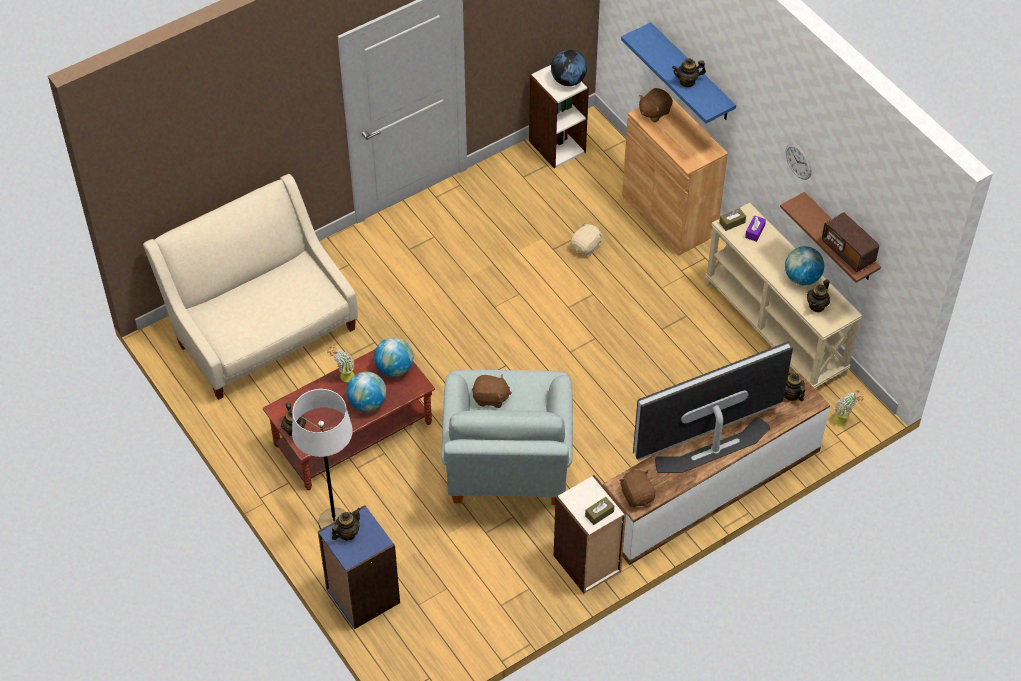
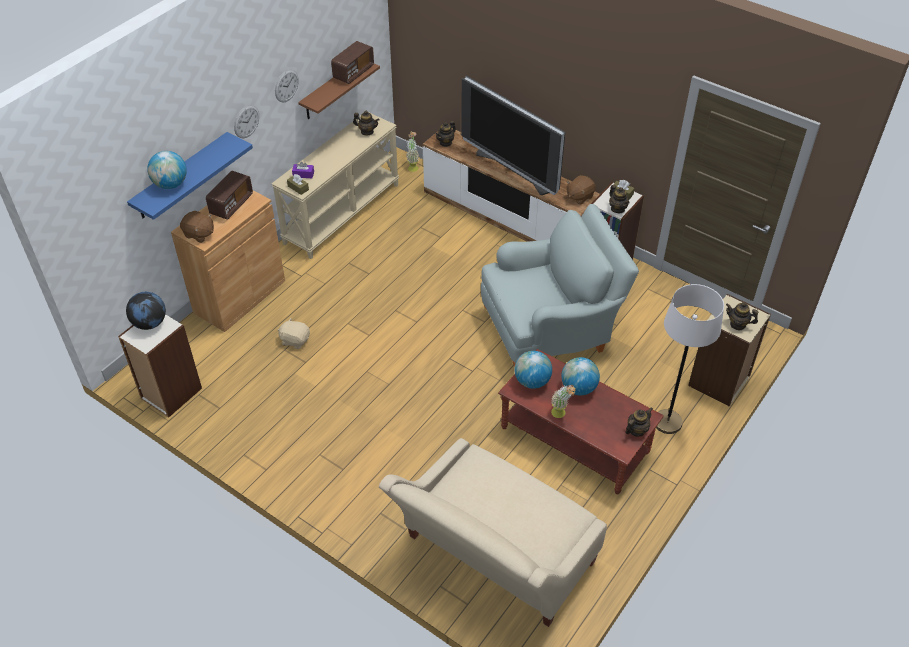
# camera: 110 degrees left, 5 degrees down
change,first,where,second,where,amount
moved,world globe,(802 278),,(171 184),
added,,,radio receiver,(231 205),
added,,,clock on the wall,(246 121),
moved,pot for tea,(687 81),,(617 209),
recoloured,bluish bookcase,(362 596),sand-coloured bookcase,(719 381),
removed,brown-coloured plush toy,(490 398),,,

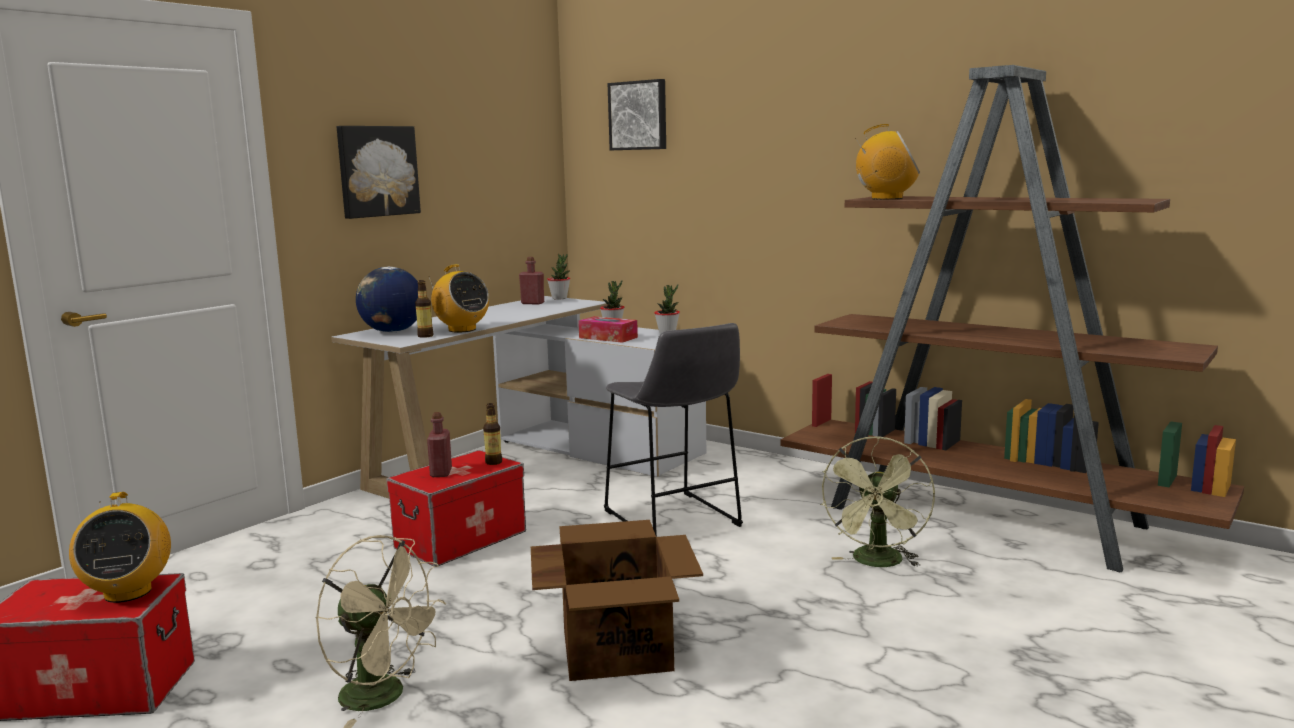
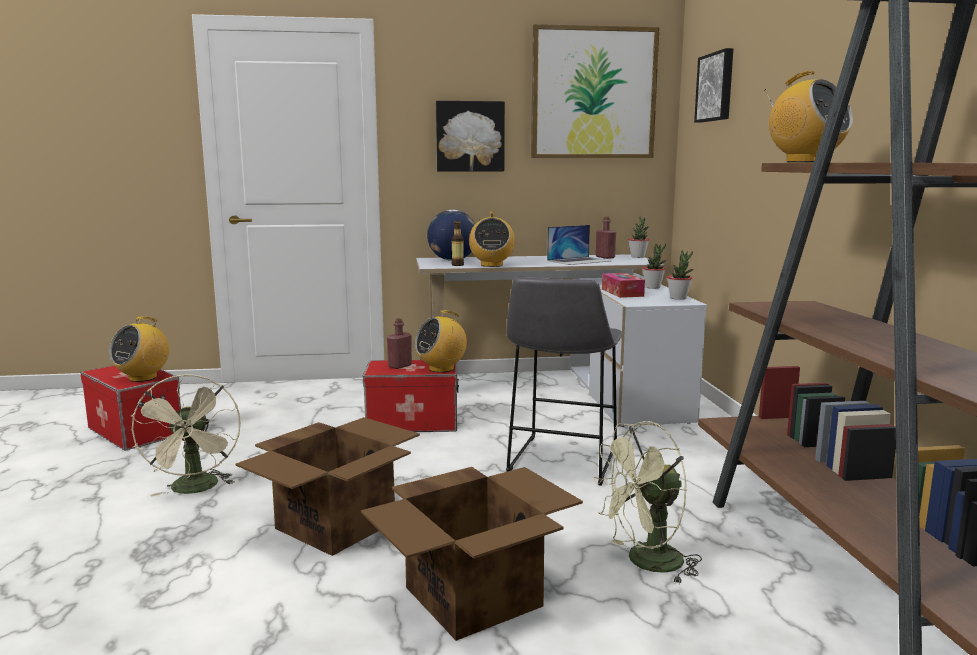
# camera: 45 degrees right, 0 degrees up
change,first,where,second,where,amount
added,,,carton,(475 596),
replaced,drink bottle,(493 462),radio receiver,(441 369),
added,,,wall picture,(593 93),
added,,,laptop,(579 261),

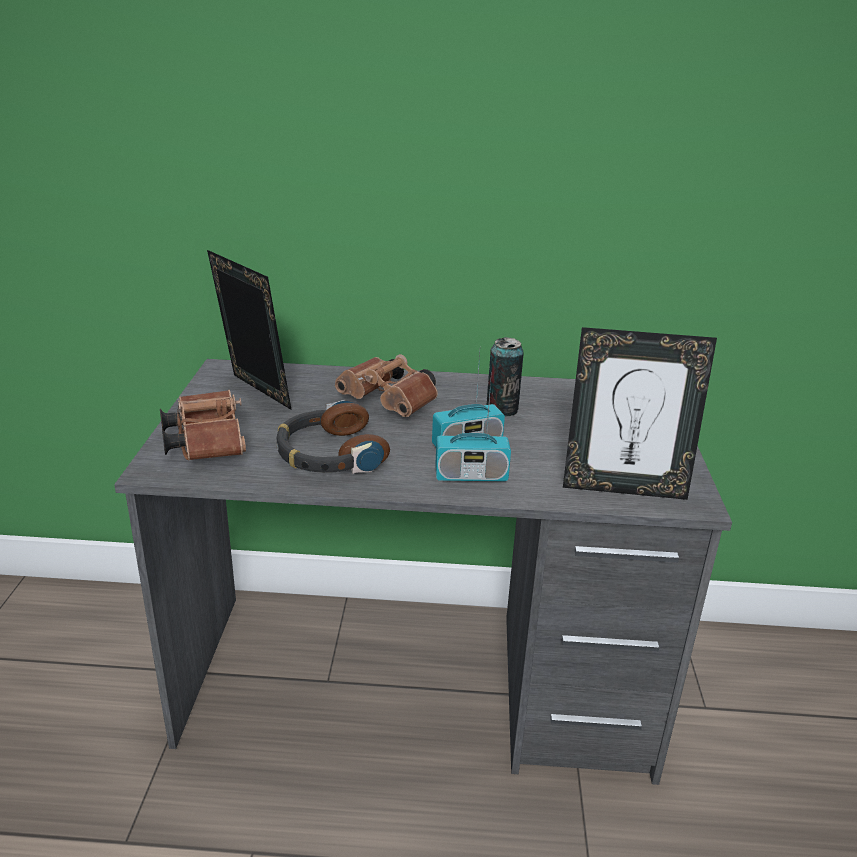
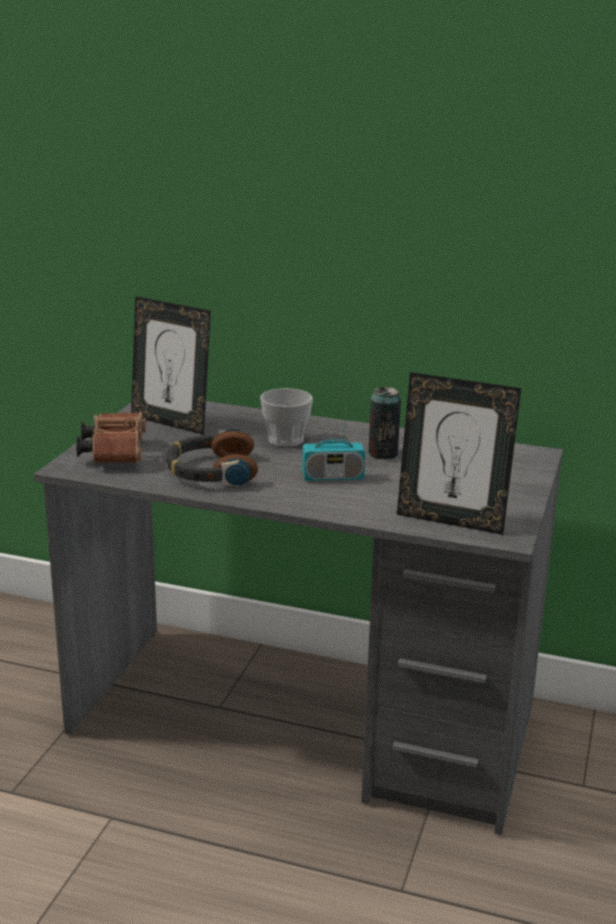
# camera: 15 degrees right, 5 degrees down
change,first,where,second,where,amount
turned,picture frame,(254 394),,(171 423),150 degrees clockwise
replaced,brown-coloured binoculars,(391 403),small cup,(285 440),
removed,radio receiver,(471 475),,,

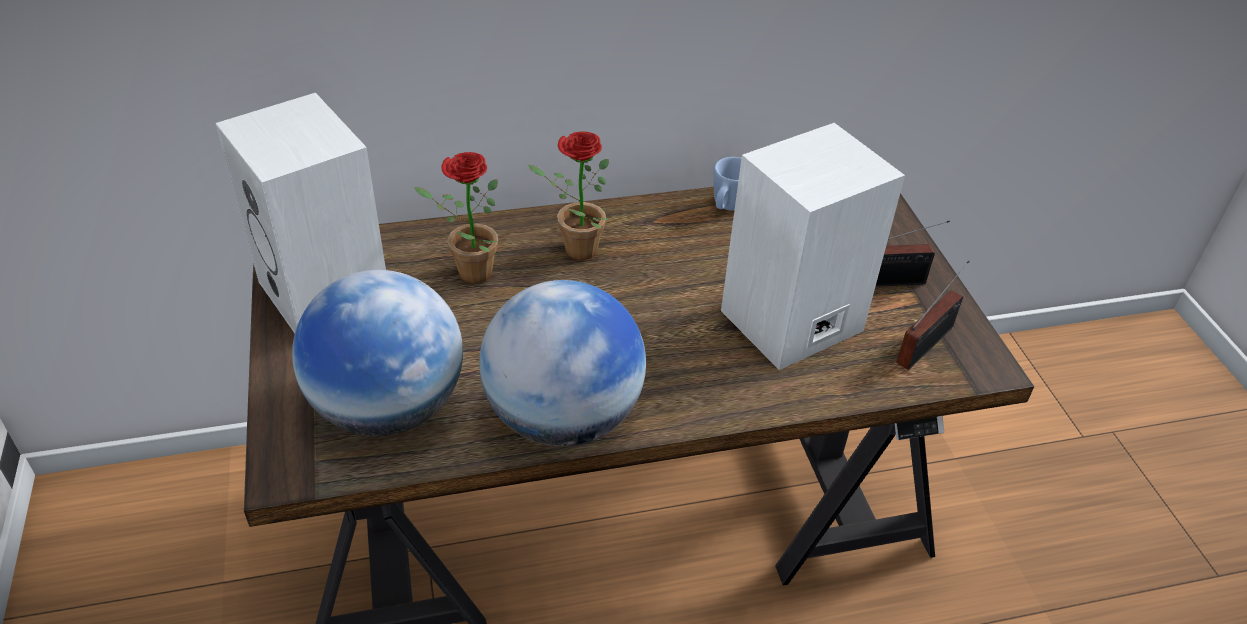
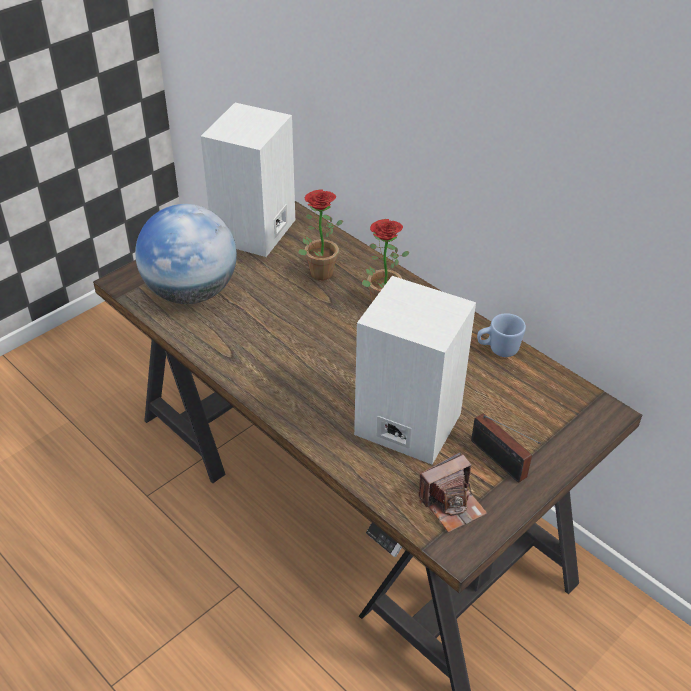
# camera: 60 degrees right, 0 degrees up
change,first,where,second,where,amount
replaced,radio receiver,(928 343),still camera,(452 504),
removed,world globe,(563 418),,,

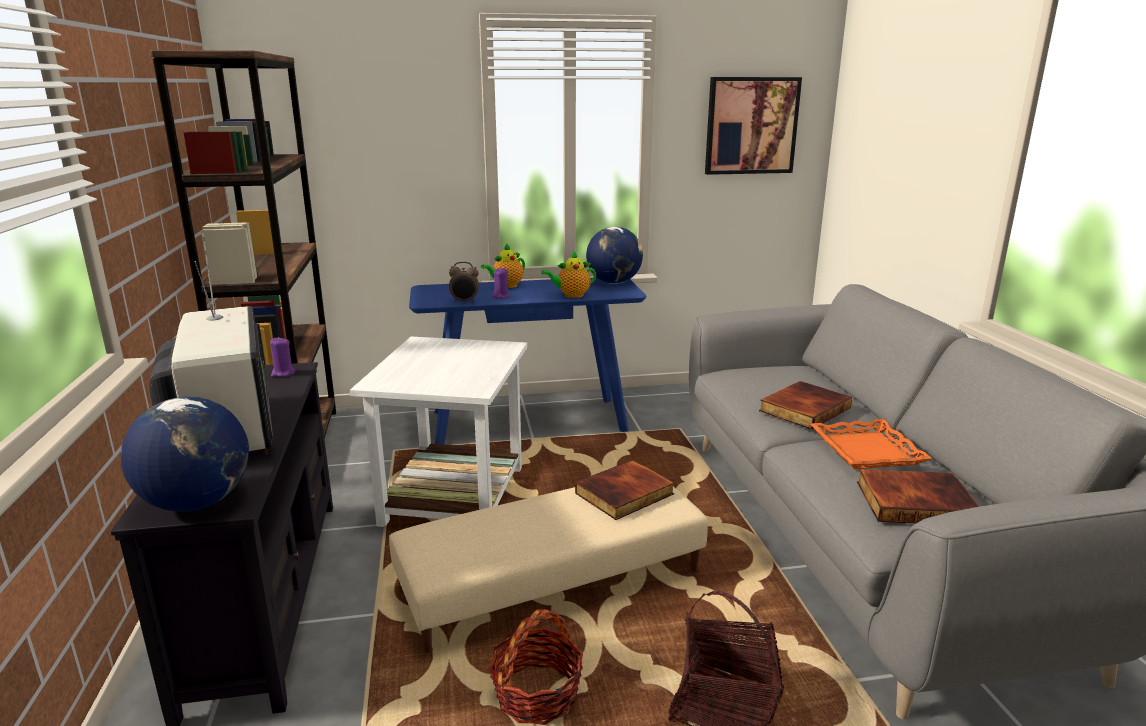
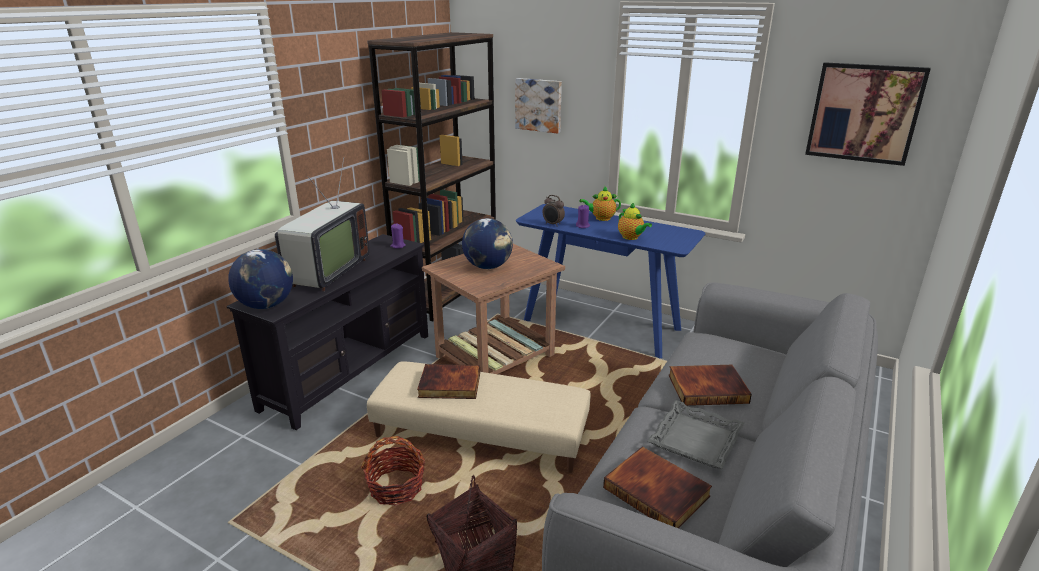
# camera: 40 degrees right, 5 degrees up
change,first,where,second,where,amount
moved,book,(625 494),,(449 385),
recoloured,whitish end table,(454 494),brown-coloured end table,(496 355),
moved,world globe,(614 282),,(488 267),
added,,,wall picture,(539 105),
turned,pot for tea,(571 295),,(631 238),150 degrees counterclockwise
recoloured,orangey serving tray,(867 451),greyish serving tray,(696 440),

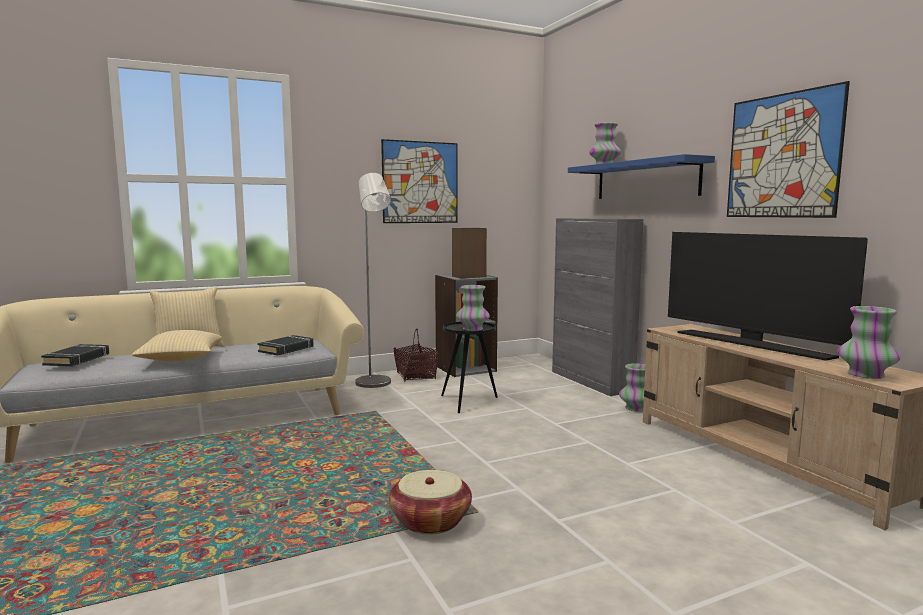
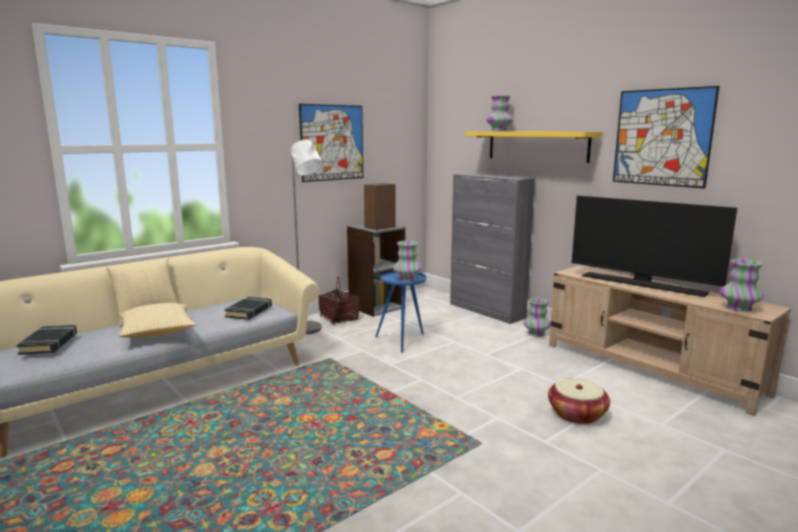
# camera: 15 degrees left, 5 degrees up
change,first,where,second,where,amount
recoloured,black end table,(469 402),bluish end table,(403 340),
recoloured,bluish wall shelf,(646 180),yellow wall shelf,(536 146),
moved,household basket,(430 521),,(577 414),

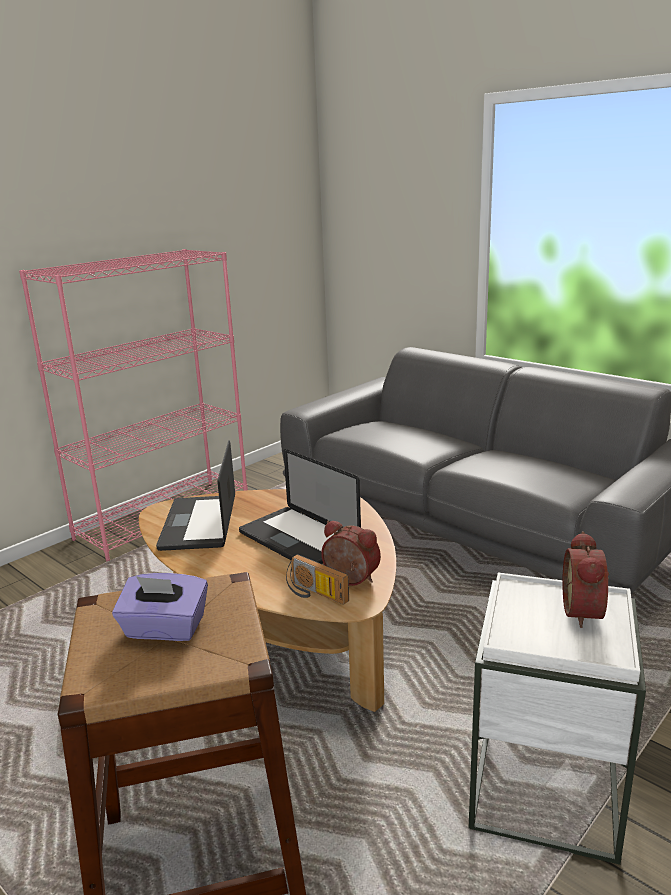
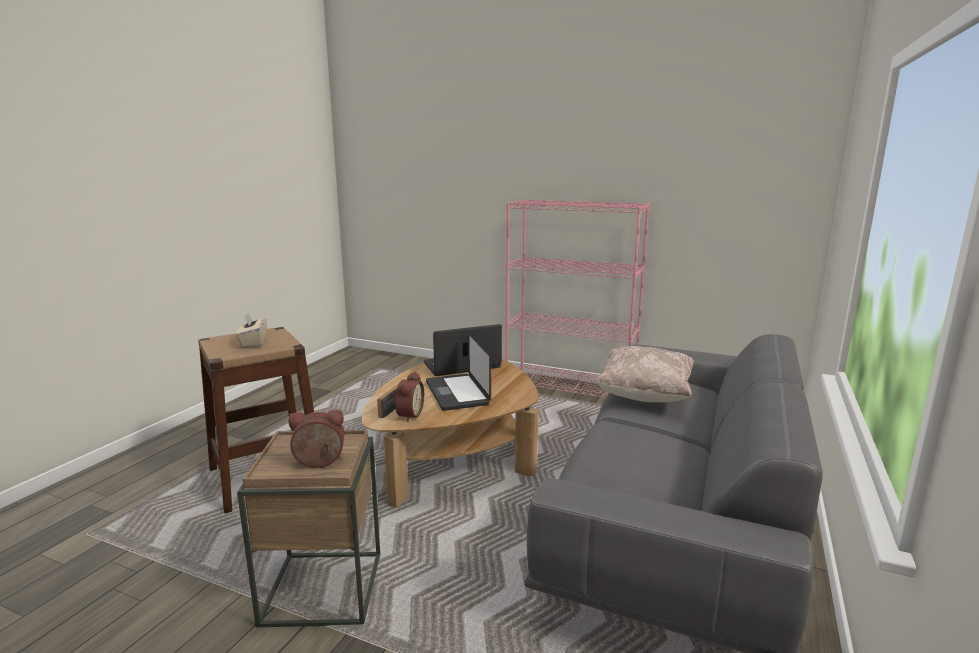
# camera: 70 degrees right, 5 degrees down
change,first,where,second,where,amount
recoloured,purple box of tissues,(164 629),sand-coloured box of tissues,(253 342),
recoloured,whitish end table,(545 790),brown-coloured end table,(322 588),
turned,laptop,(298 539),,(457 393),45 degrees counterclockwise
added,,,sand-coloured throw pillow,(644 395),

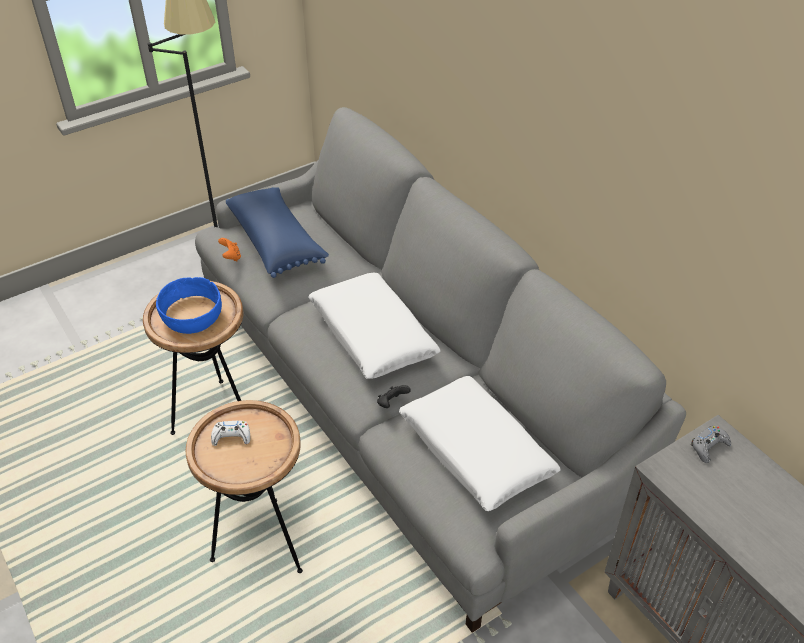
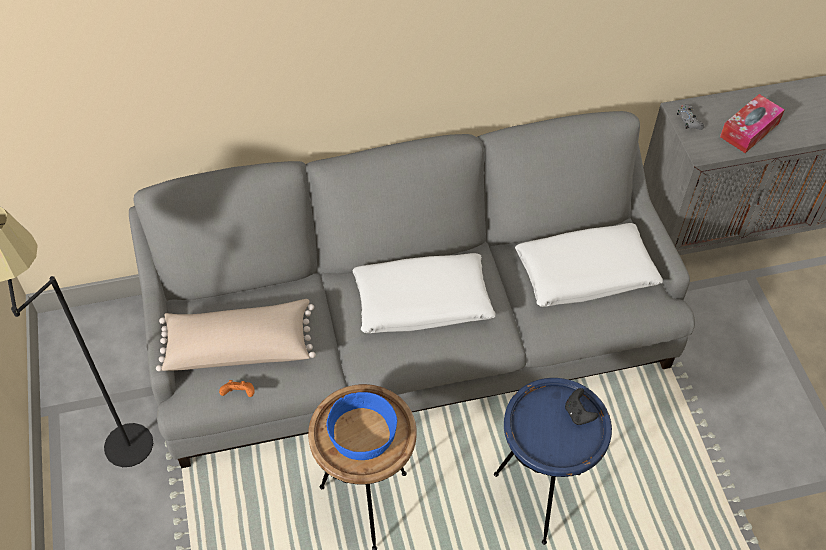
# camera: 70 degrees left, 10 degrees up
change,first,where,second,where,amount
recoloured,bluish throw pillow,(277 242),sand-coloured throw pillow,(239 345),
recoloured,brown-coloured end table,(262 543),bluish end table,(539 496),
moved,black gamepad,(392 403),,(578 414),
added,,,box of tissues,(749 130),
removed,whitish gamepad,(231 436),,,

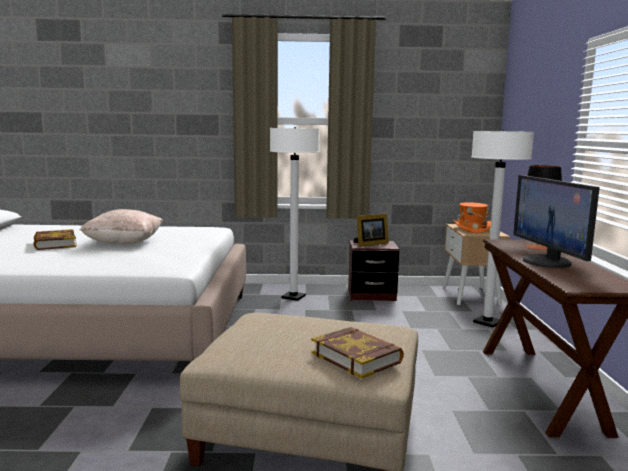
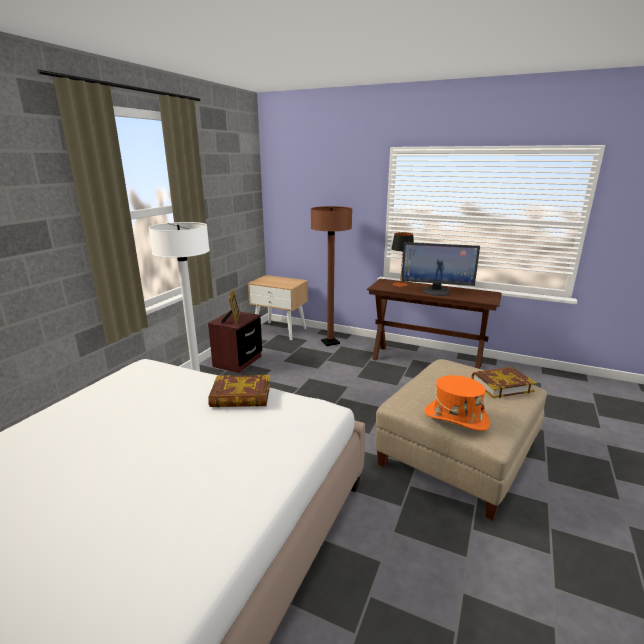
# camera: 65 degrees left, 10 degrees up
change,first,where,second,where,amount
moved,book,(54 244),,(241 396),
recoloured,whitish floor lamp,(487 322),brown-coloured floor lamp,(330 342),
moved,orangey clothing hat,(471 229),,(456 417),
removed,sand-coloured throw pillow,(124 244),,,

